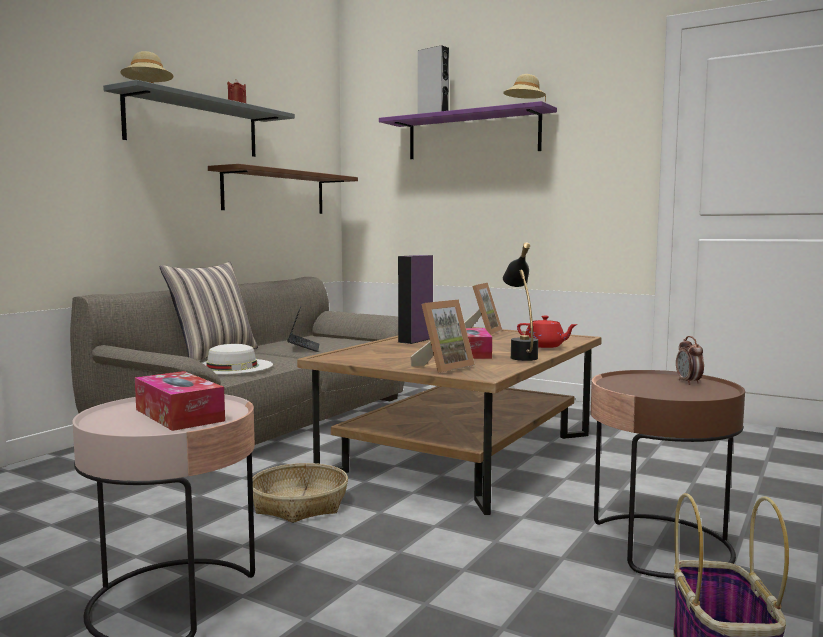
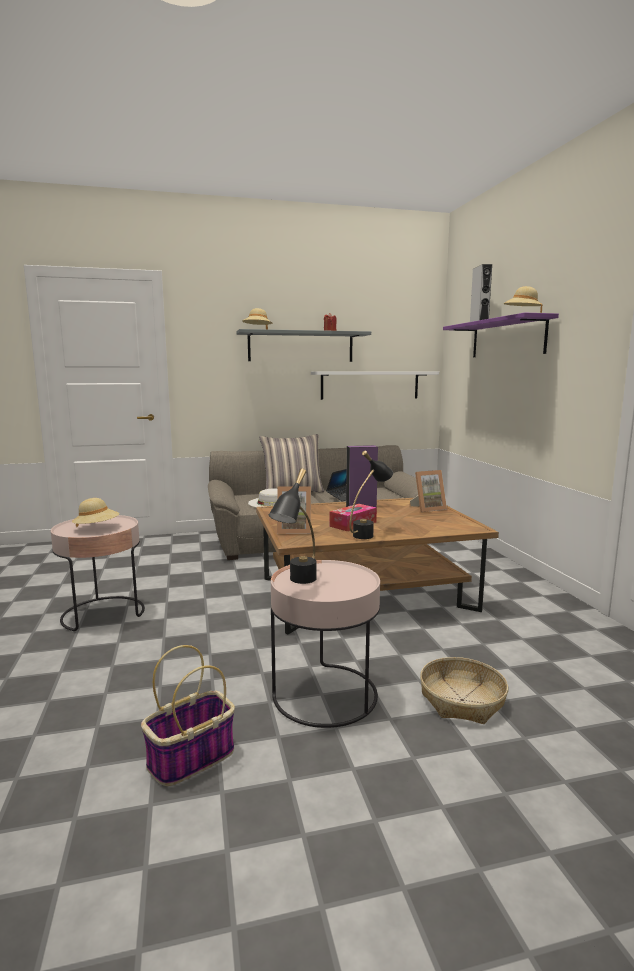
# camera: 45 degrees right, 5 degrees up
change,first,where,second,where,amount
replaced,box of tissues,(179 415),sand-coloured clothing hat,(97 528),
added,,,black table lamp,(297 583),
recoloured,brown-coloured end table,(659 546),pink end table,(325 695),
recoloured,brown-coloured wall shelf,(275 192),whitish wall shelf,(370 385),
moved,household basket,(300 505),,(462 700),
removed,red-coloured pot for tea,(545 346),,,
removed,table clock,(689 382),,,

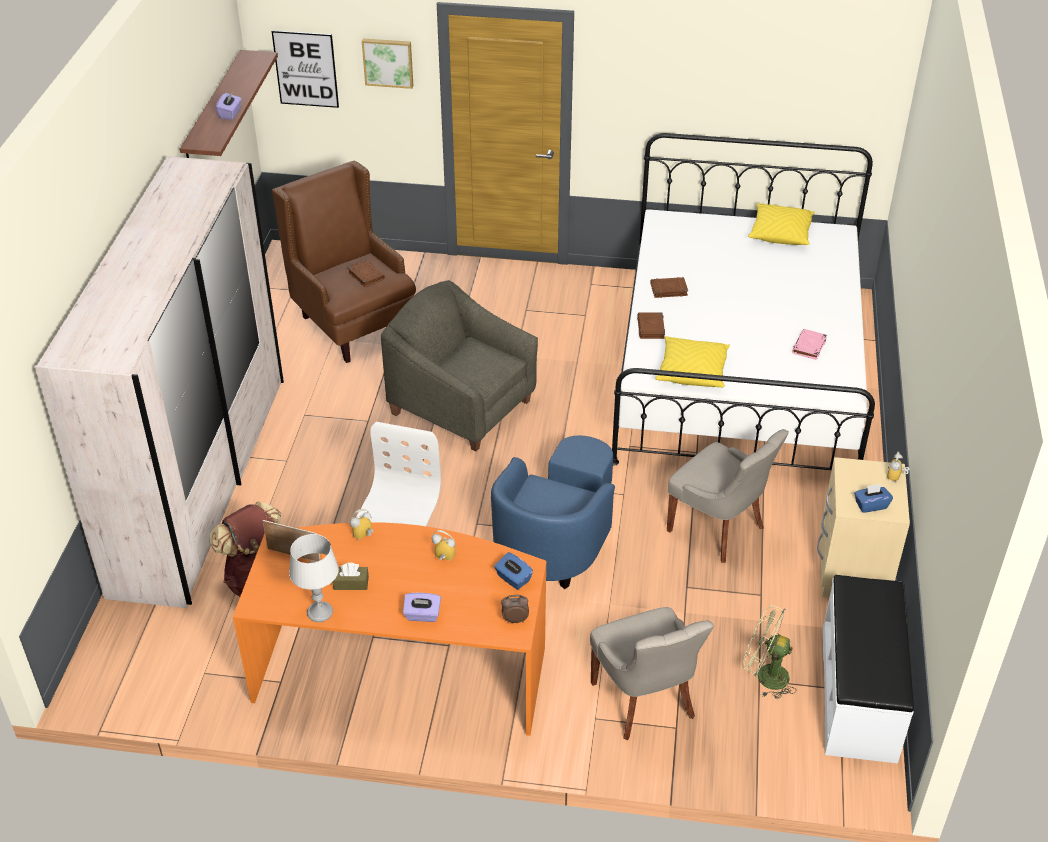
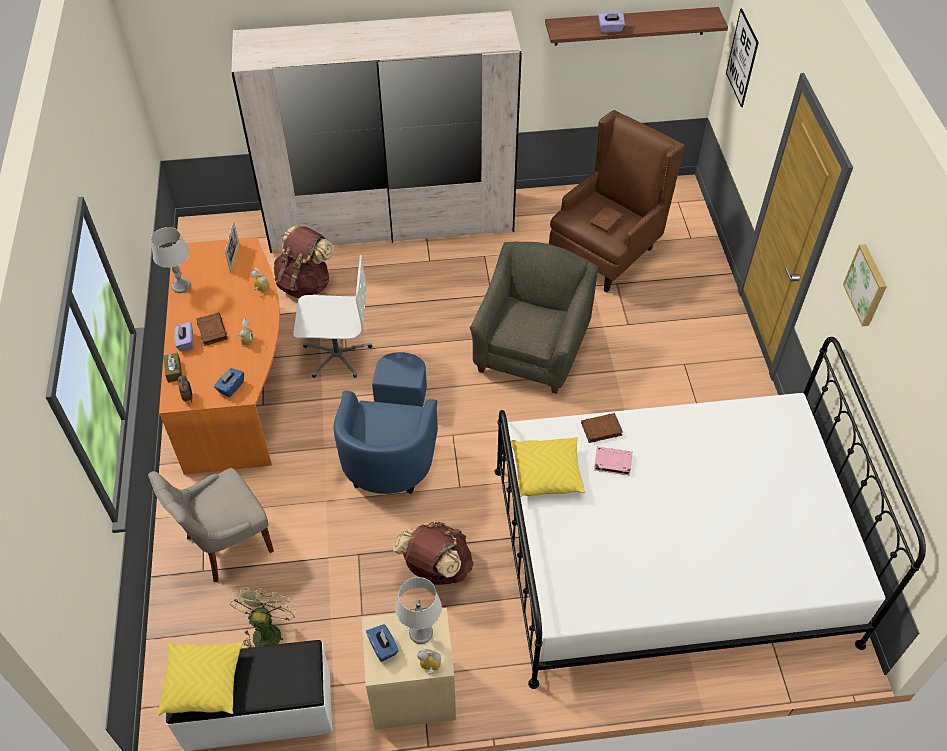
# camera: 75 degrees right, 10 degrees up
change,first,where,second,where,amount
moved,yellow throw pillow,(780 233),,(203 682),
moved,brown-coloured box of tissues,(351 583),,(174 371),
moved,brown-coloured book,(668 290),,(212 330),
turned,bluish lounge chair,(555 539),,(391 448),90 degrees counterclockwise
replaced,greyish upright chair,(718 529),brown-coloured rucksack,(436 568),
added,,,greyish table lamp,(421 633),
moved,pink book,(809 347),,(612 462),
moved,wall picture,(388 62),,(867 285),

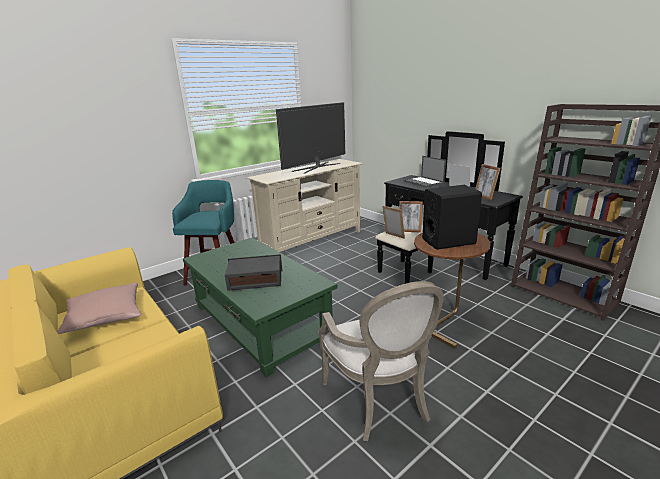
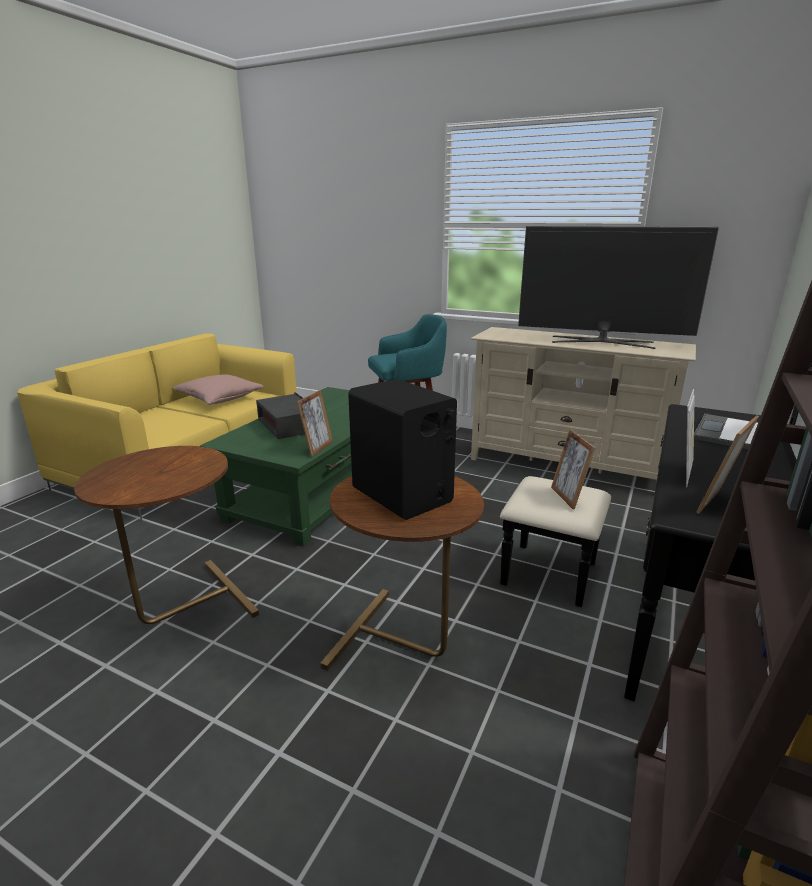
# camera: 65 degrees right, 0 degrees up
change,first,where,second,where,amount
replaced,lounge chair,(380 402),brown-coloured end table,(184 609),
moved,picture frame,(393 236),,(317 448),

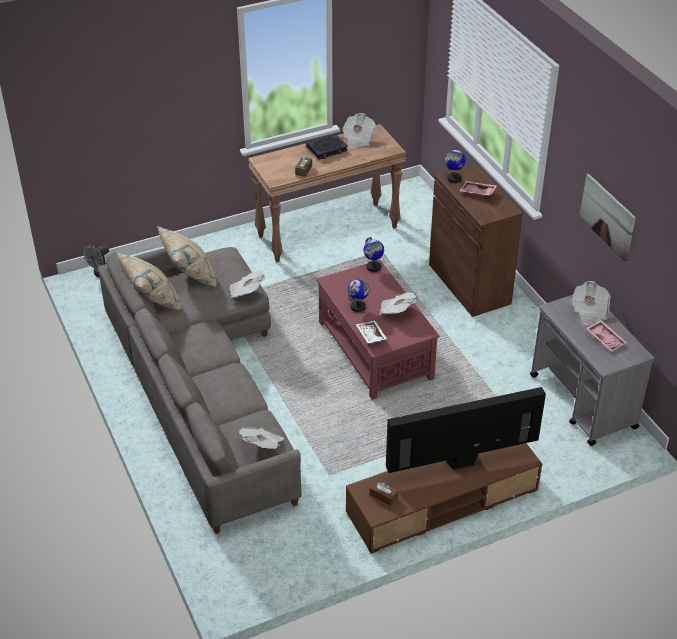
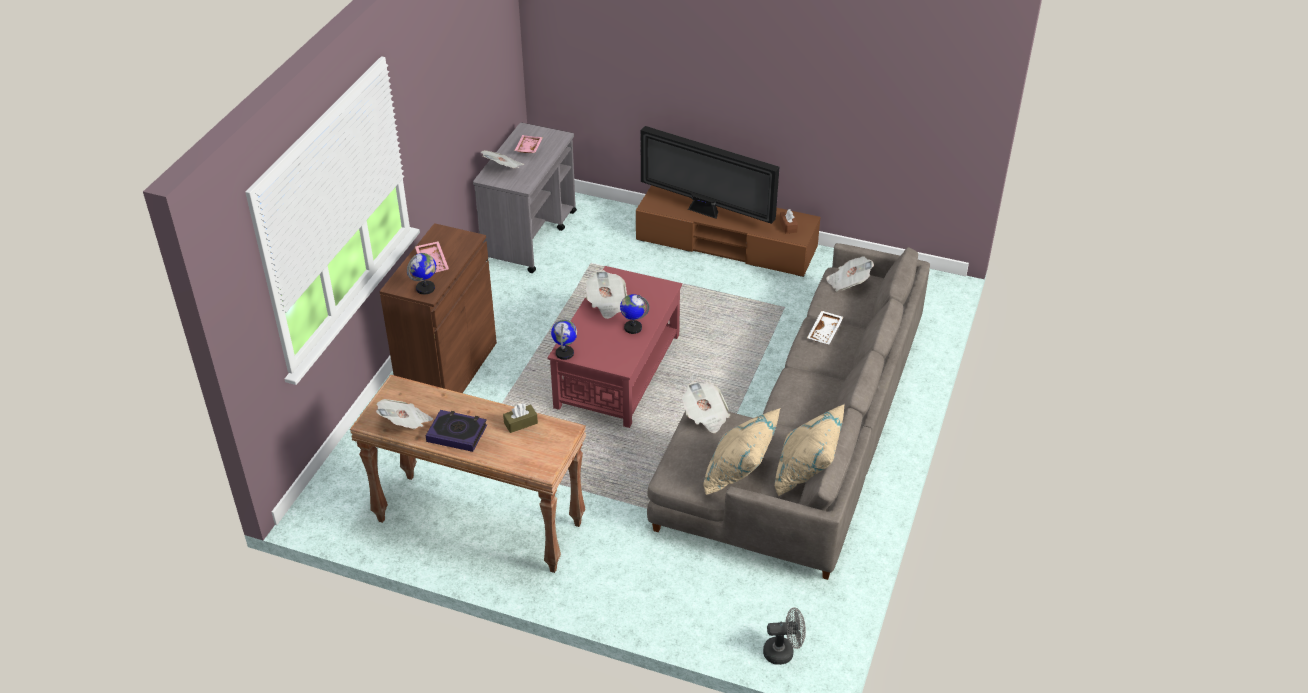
# camera: 135 degrees left, 0 degrees up
change,first,where,second,where,amount
moved,whitish serving tray,(370 336),,(825 332),
removed,wall picture,(607 216),,,

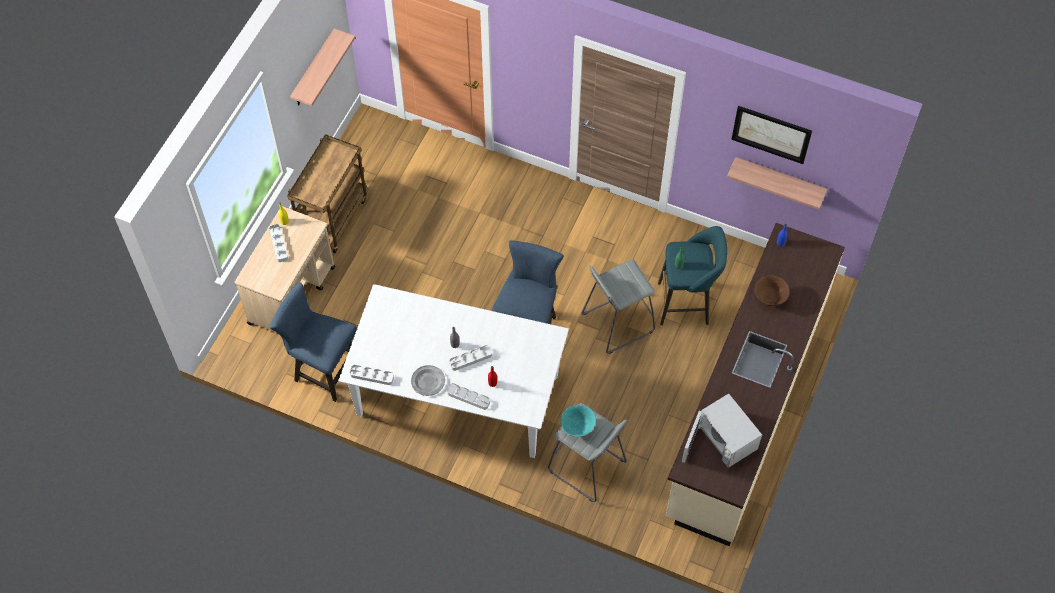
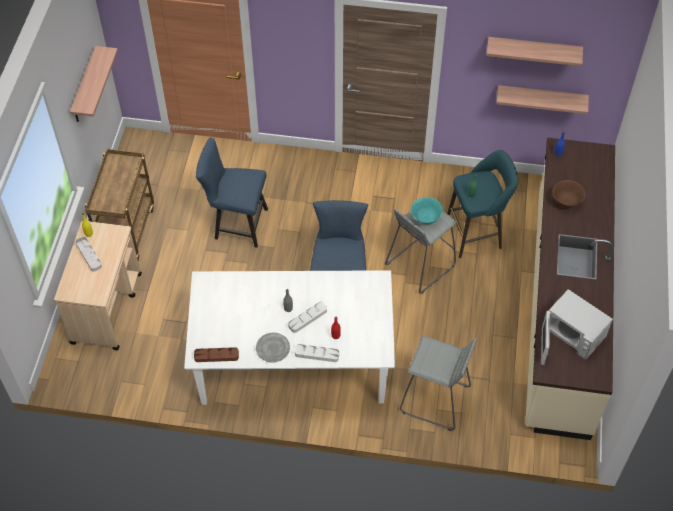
# camera: 15 degrees left, 5 degrees down
change,first,where,second,where,amount
recoloured,greyish serving tray,(372 376),brown-coloured serving tray,(216 356),
moved,bluish upright chair,(323 368),,(236 224),
moved,blue-green deep dish,(577 427),,(426 218),
replaced,wall picture,(771 134),wall shelf,(533 51),

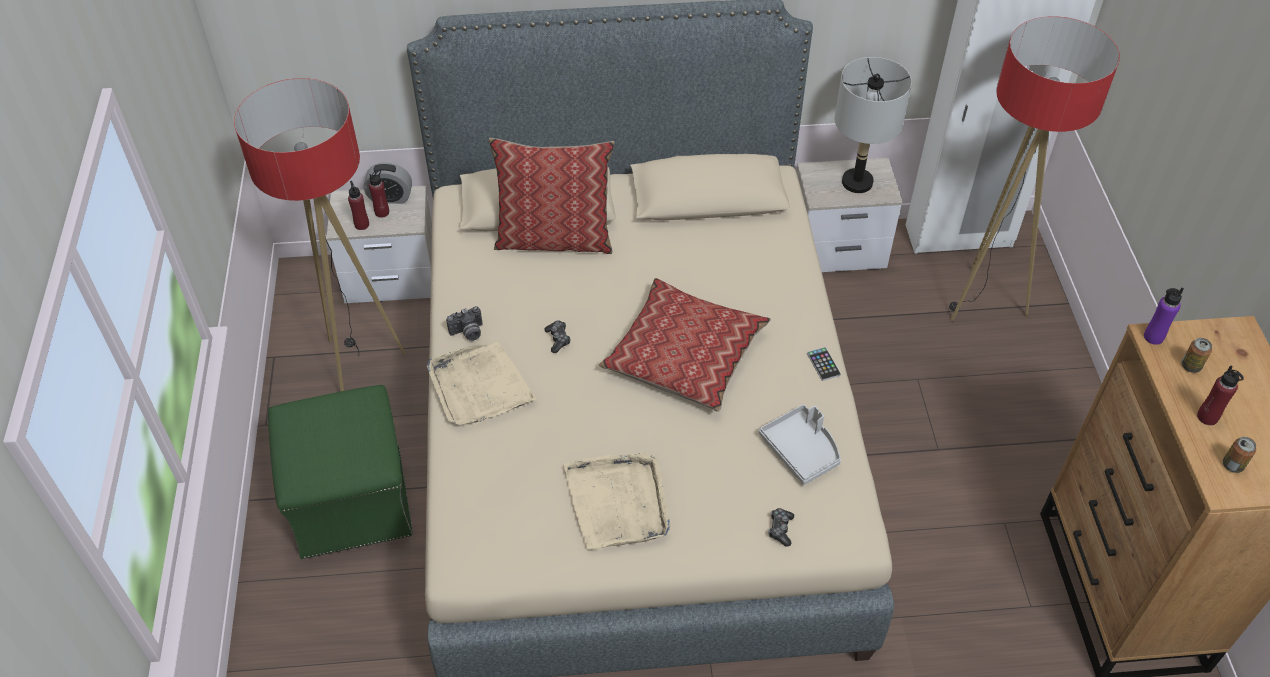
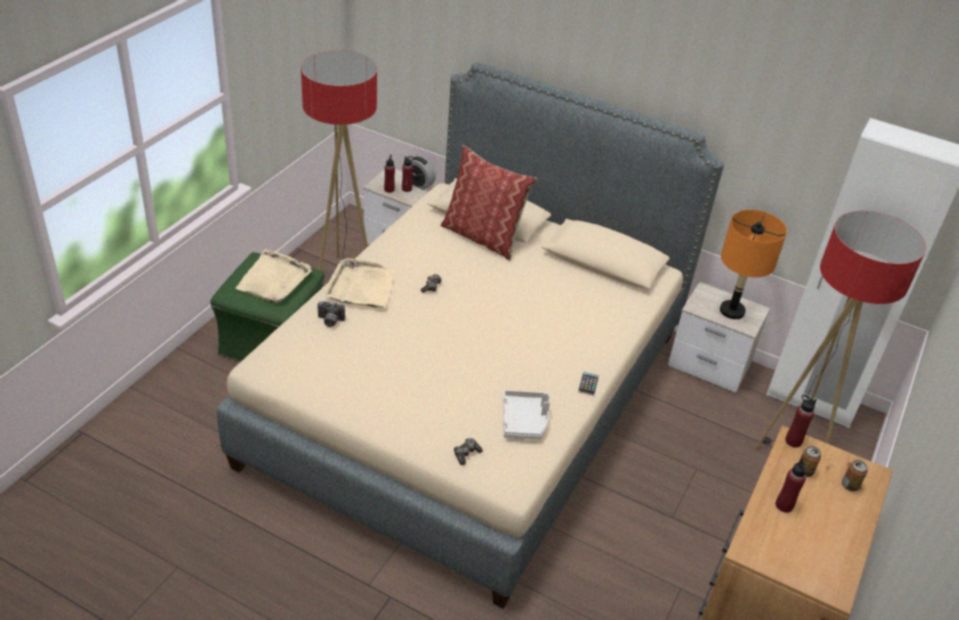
# camera: 30 degrees right, 10 degrees down
change,first,where,second,where,amount
moved,sand-coloured serving tray,(618 502),,(274 279),
moved,still camera,(468 333),,(330 321),
recoloured,greyish table lamp,(857 182),orangey table lamp,(732 311),
recoloured,purple drink bottle,(1153 337),red-coloured drink bottle,(793 441),
moved,metal can,(1232 465),,(850 485),
removed,throw pillow,(685 354),,,

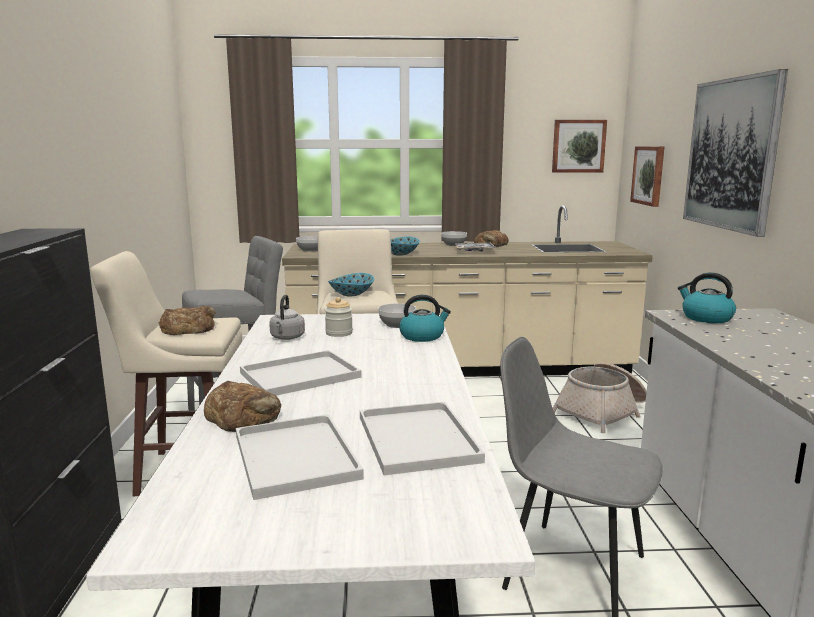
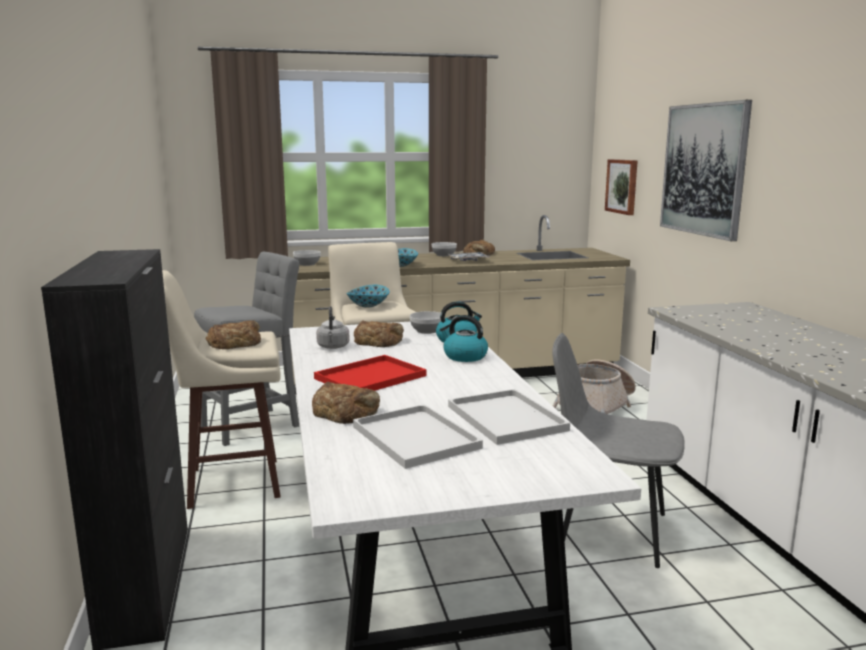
# camera: 10 degrees left, 0 degrees up
change,first,where,second,where,amount
recoloured,whitish serving tray,(298 376),red-coloured serving tray,(369 378),
replaced,preserve jar,(339 333),baked bread,(378 340),
moved,tea kettle,(706 318),,(464 356),
removed,wall picture,(578 146),,,

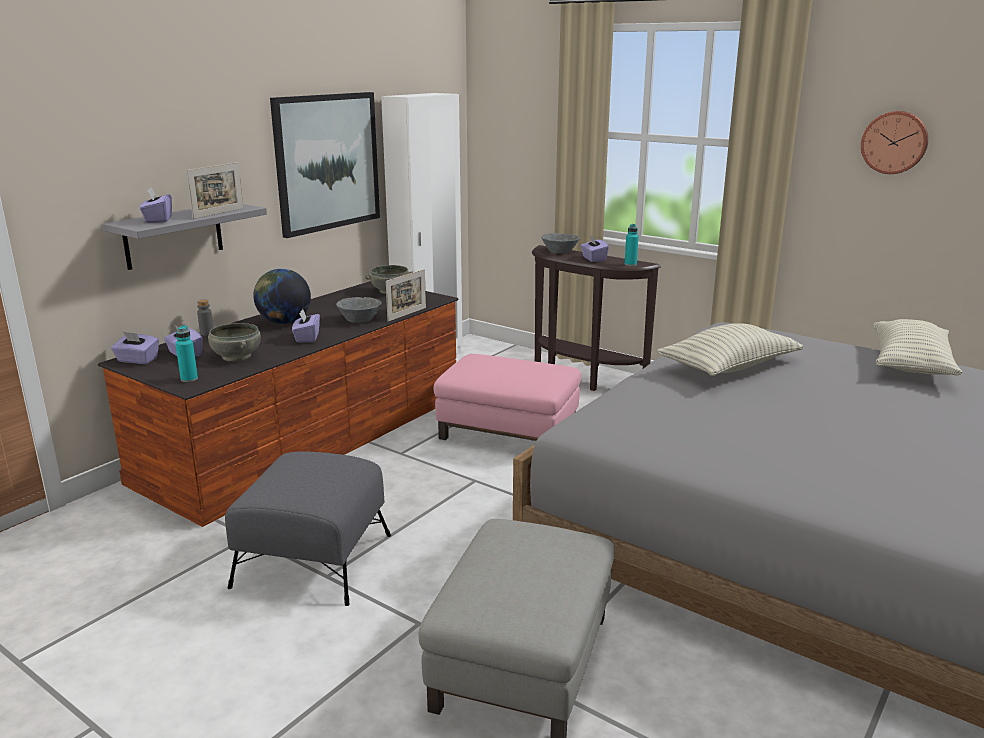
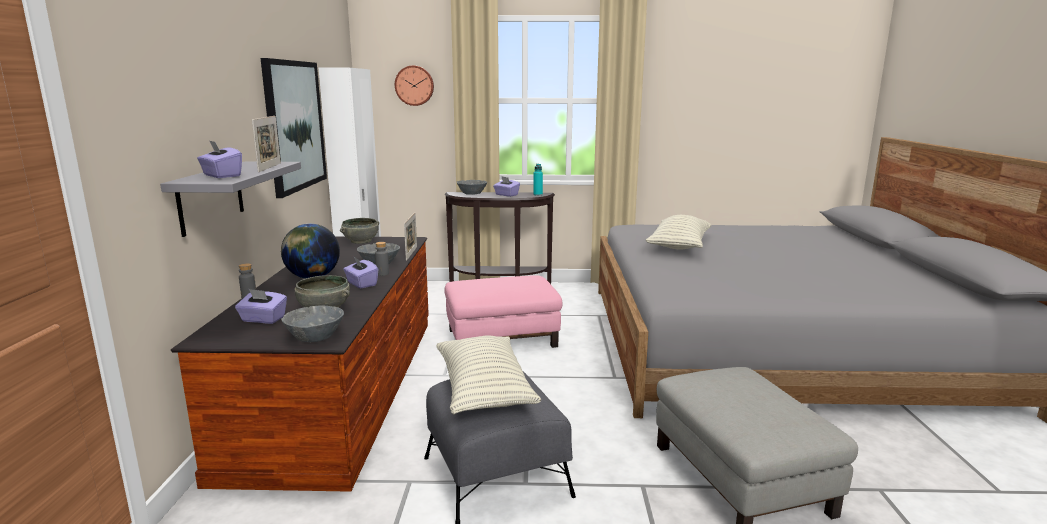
# camera: 35 degrees left, 5 degrees down
change,first,where,second,where,amount
replaced,blue-green drink bottle,(189 379),greyish deep dish,(315 336),
added,,,greyish drink bottle,(382 273),
moved,clock on the wall,(894 142),,(414 85),
moved,throw pillow,(910 365),,(484 390),
removed,purple box of tissues,(137 360),,,

